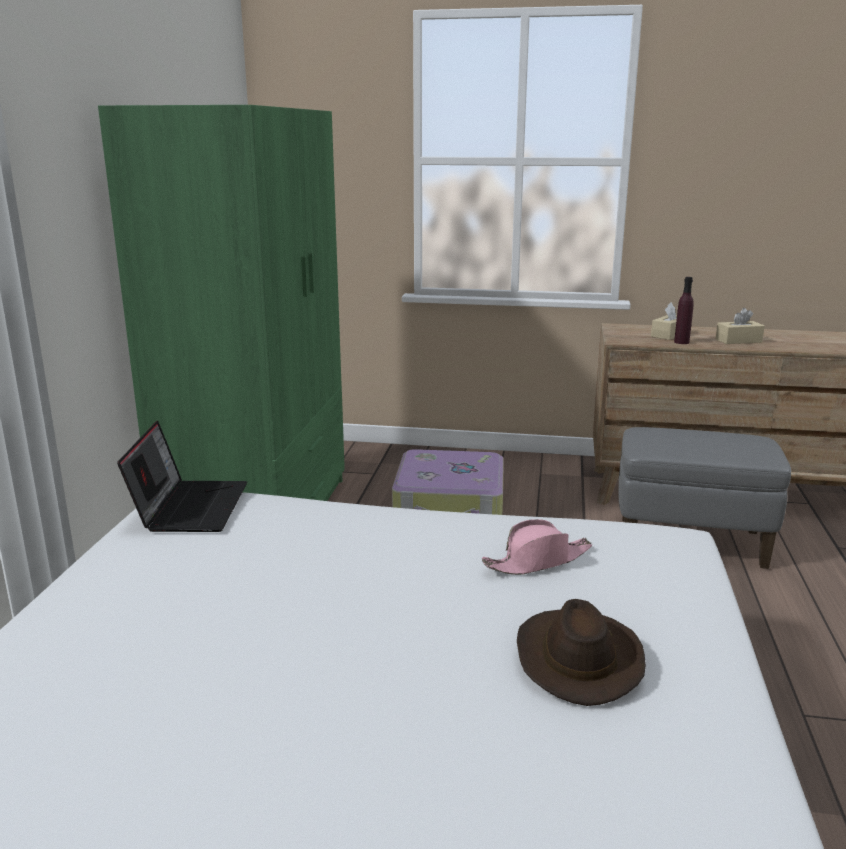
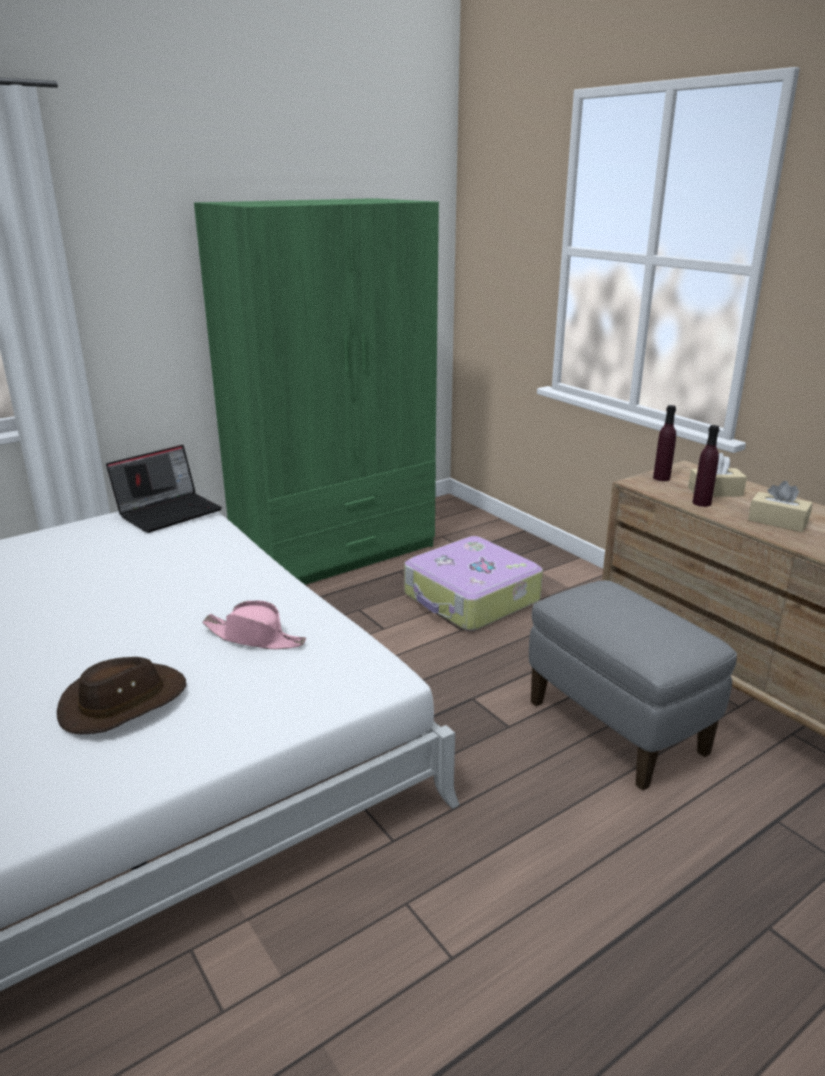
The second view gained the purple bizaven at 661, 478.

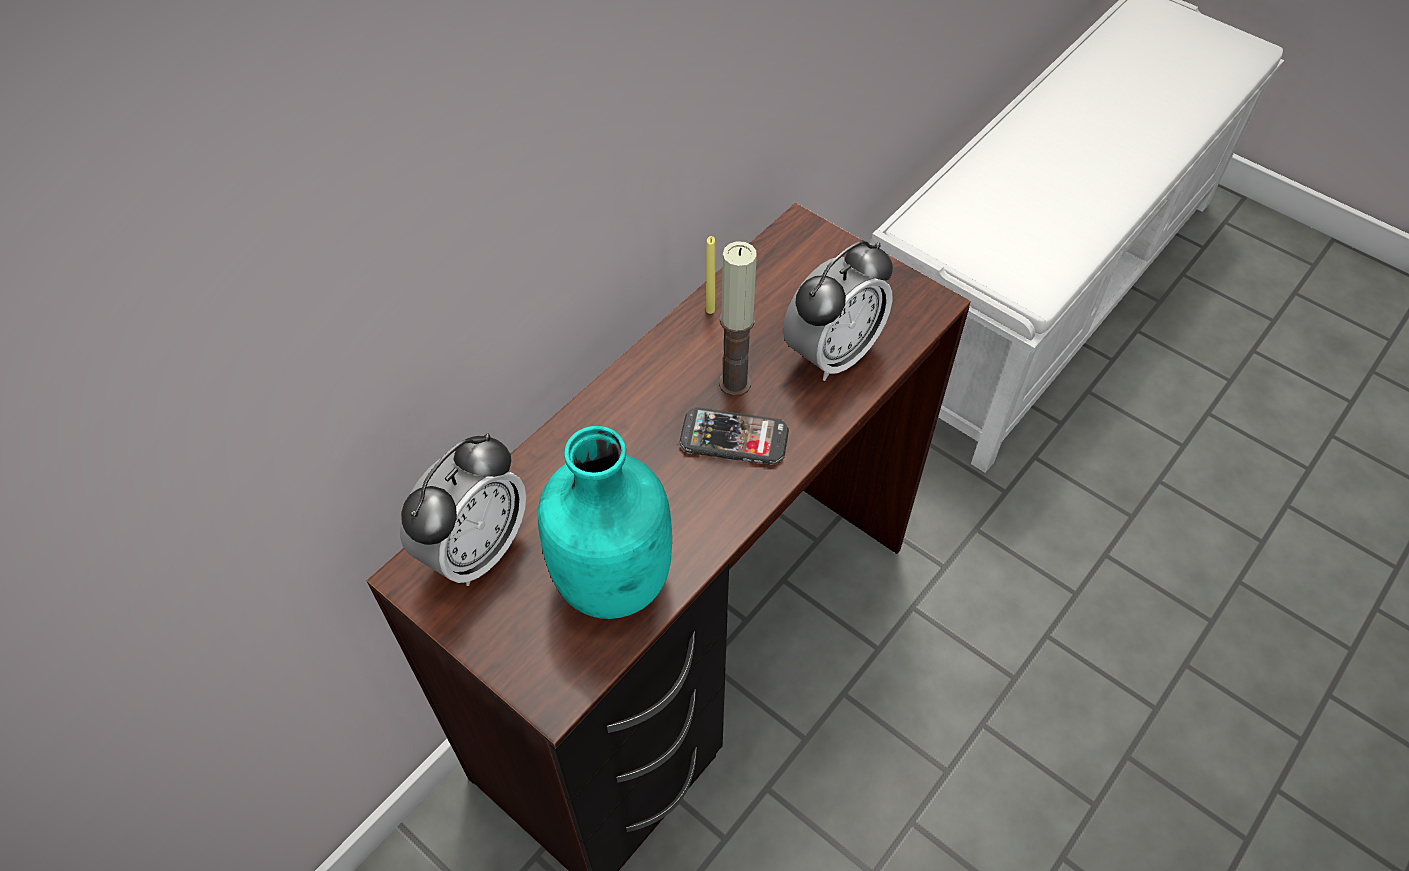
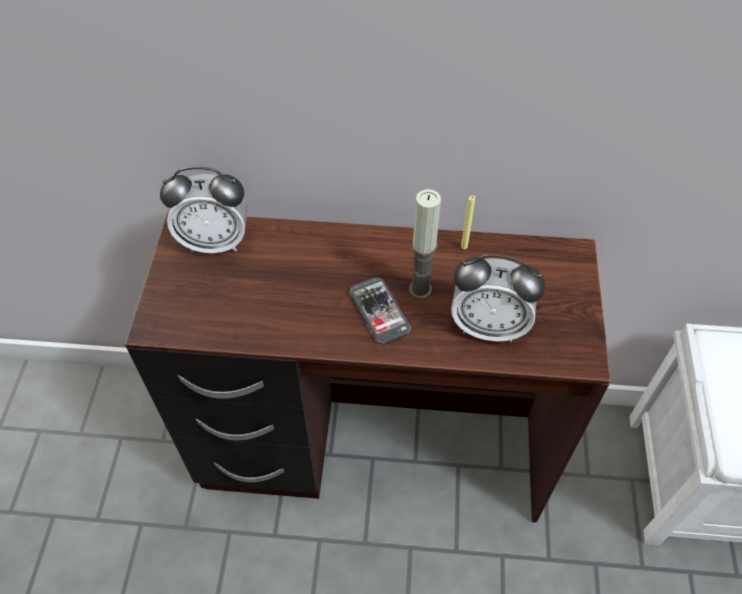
The second view lost the turquoise bizaven at 615, 579.

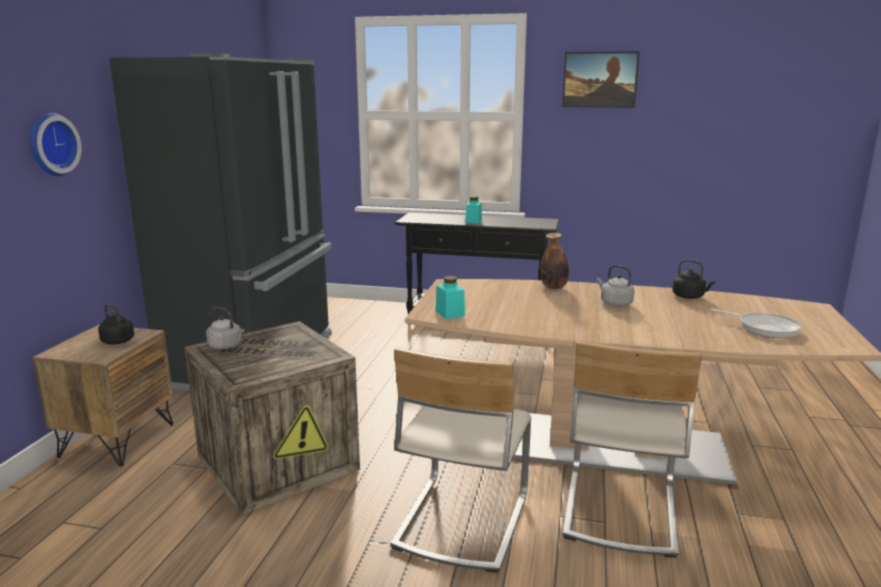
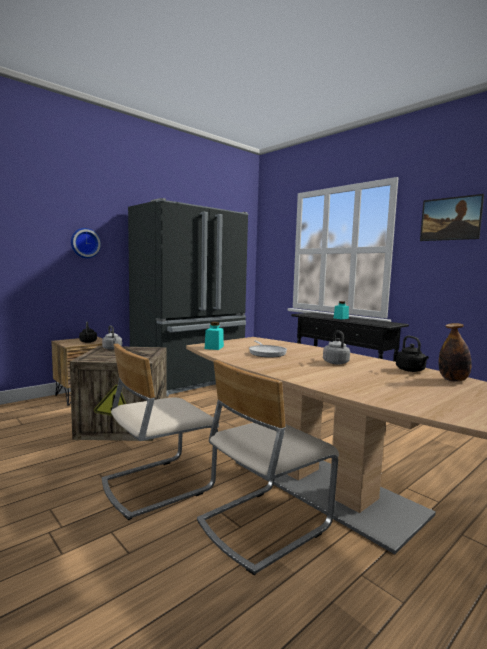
The bizaven ended up elsewhere, having gone from 554, 287 to 453, 380. The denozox ended up elsewhere, having gone from 764, 328 to 266, 353.

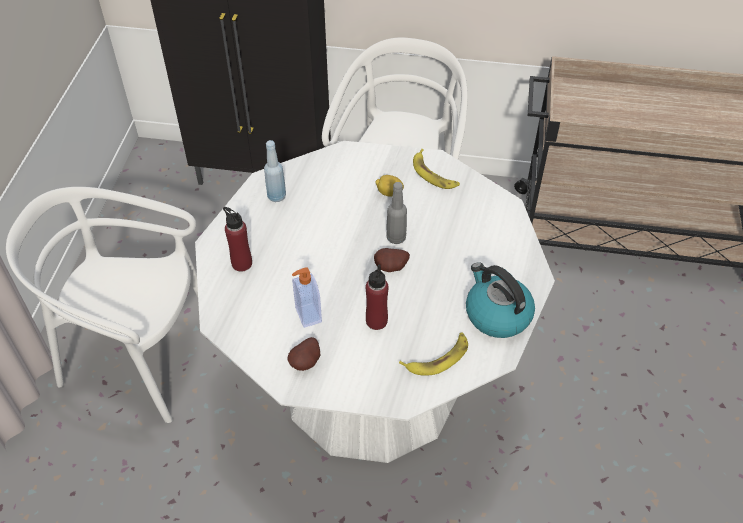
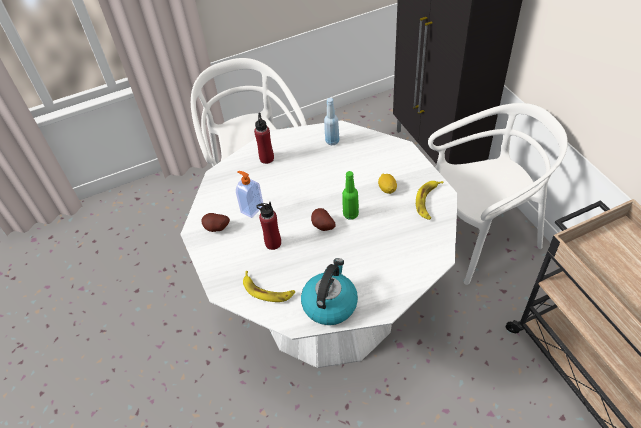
What was the grey bizaven at 396, 237 turned into the green bizaven at 351, 214.

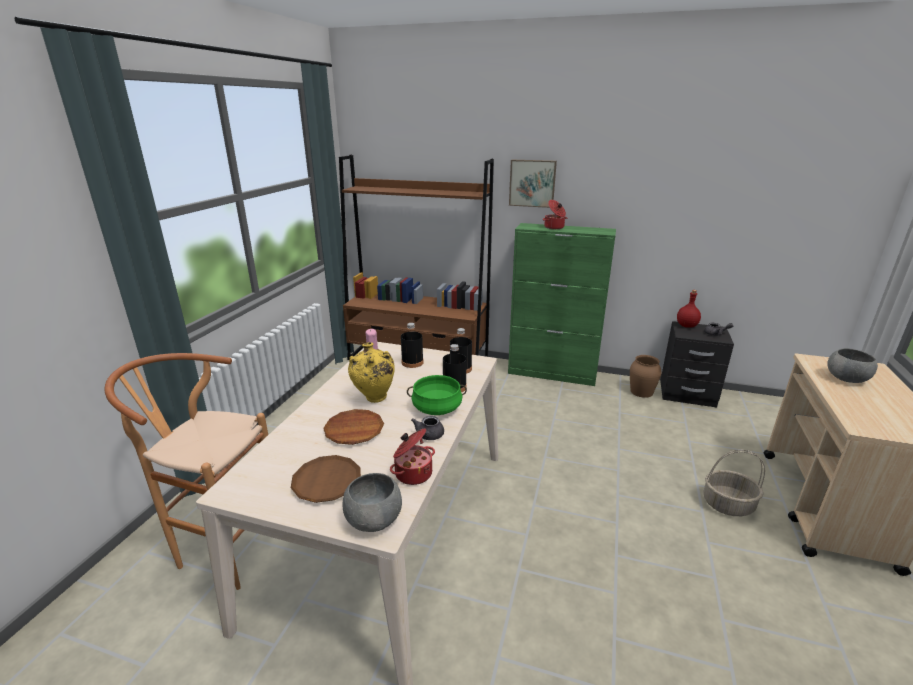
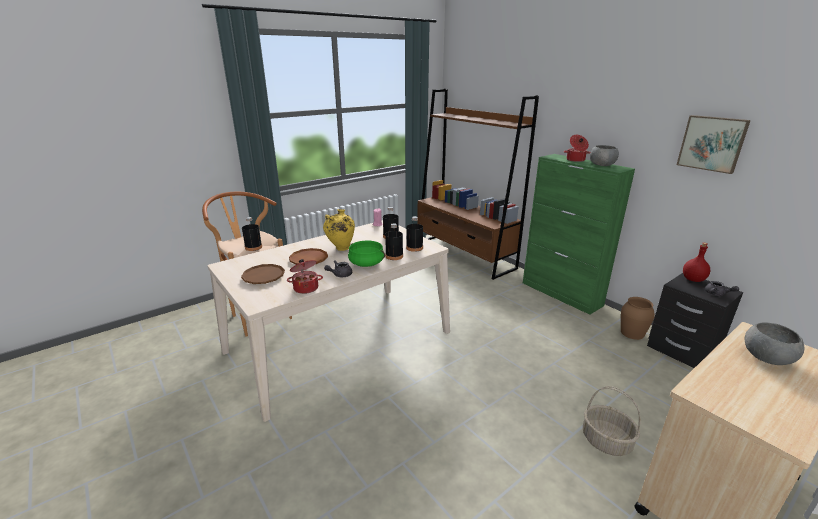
The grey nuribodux ended up elsewhere, having gone from 373, 520 to 601, 165. The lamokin ended up elsewhere, having gone from 532, 183 to 712, 143. The second view gained the black bizaven at 253, 247.

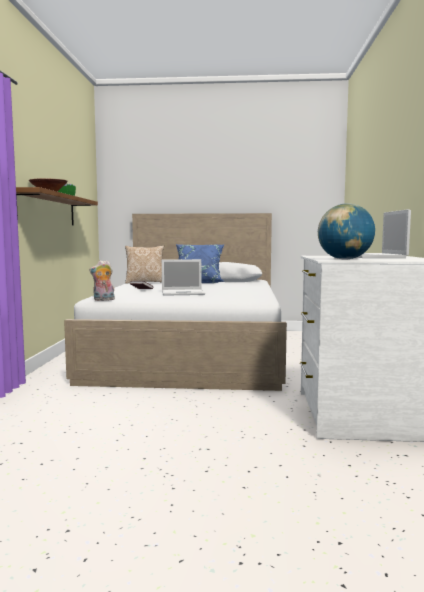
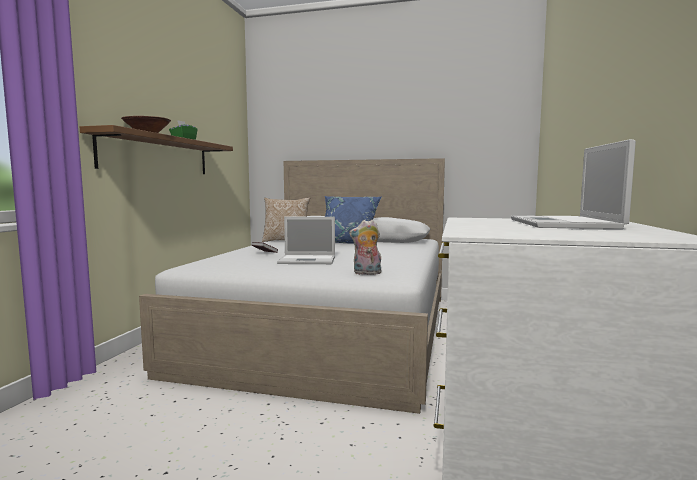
The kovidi ended up elsewhere, having gone from 103, 300 to 366, 273. The second view lost the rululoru at 344, 259.

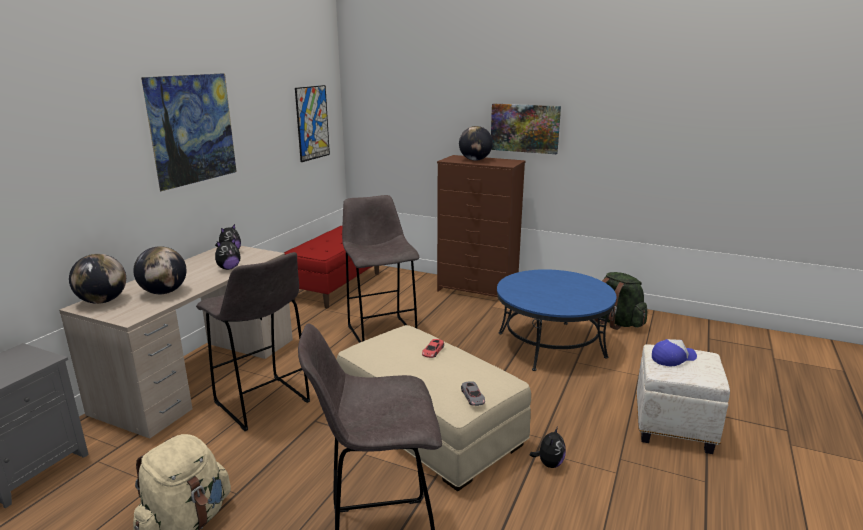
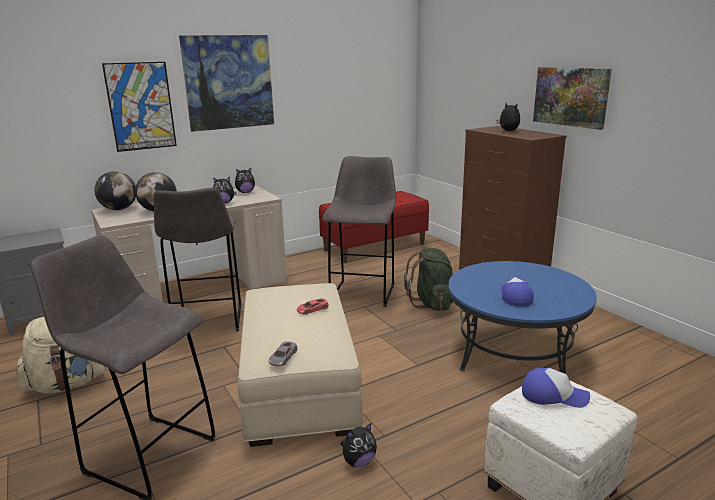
The lamokin ended up elsewhere, having gone from 312, 123 to 141, 106. Where the rululoru stood at 475, 160, the kovidi came to stand at 507, 131. The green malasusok ended up elsewhere, having gone from 616, 323 to 432, 304. The second view gained the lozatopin at 515, 297.

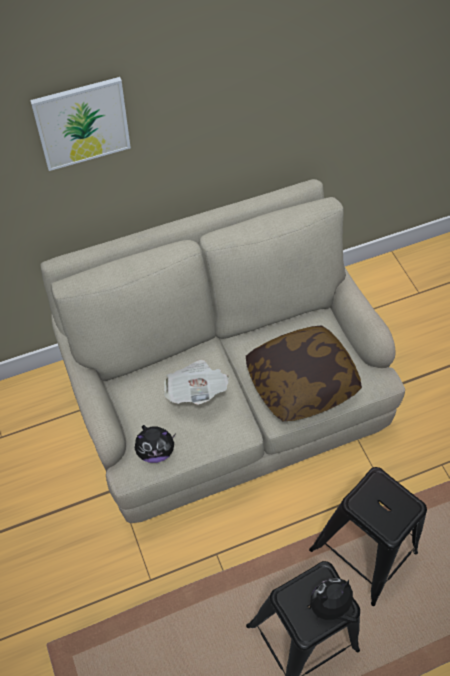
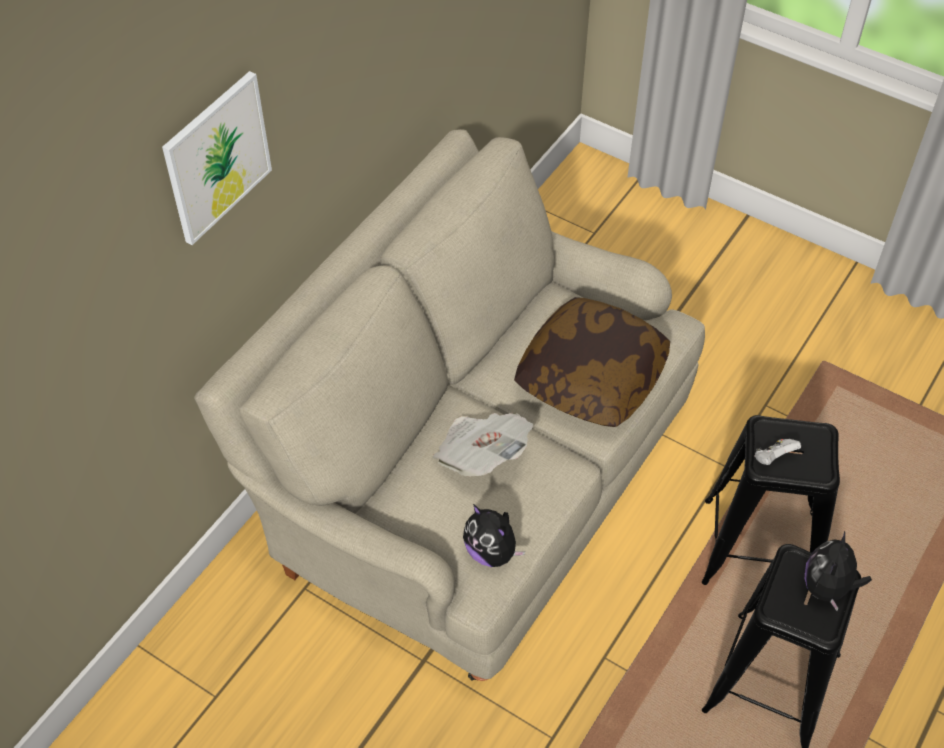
The kovidi at 155, 451 ended up facing another way, 90 degrees clockwise from before. The second view gained the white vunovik at 773, 458.

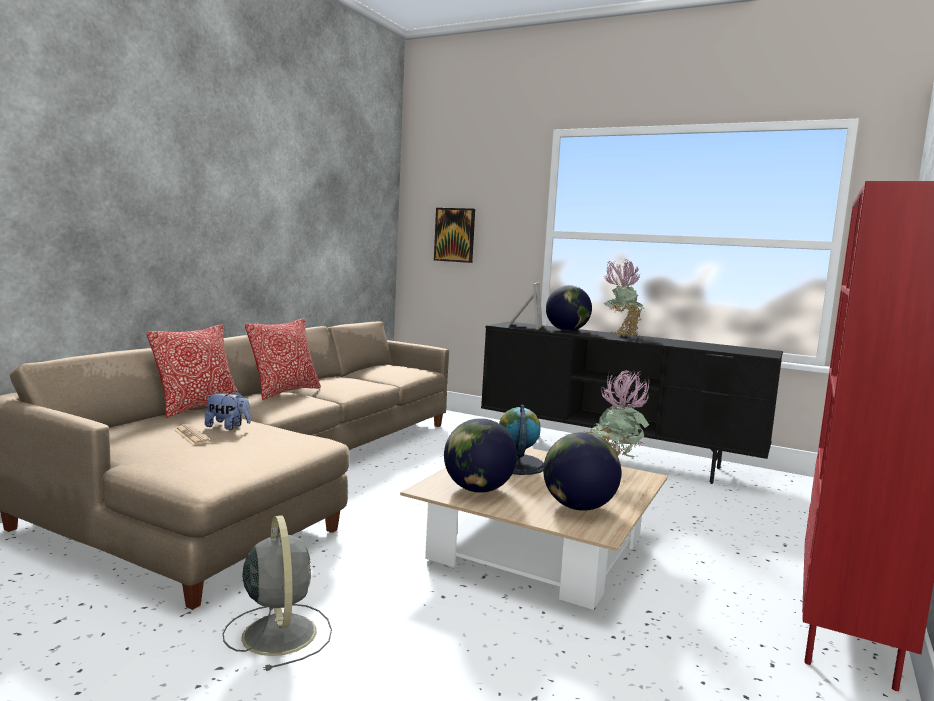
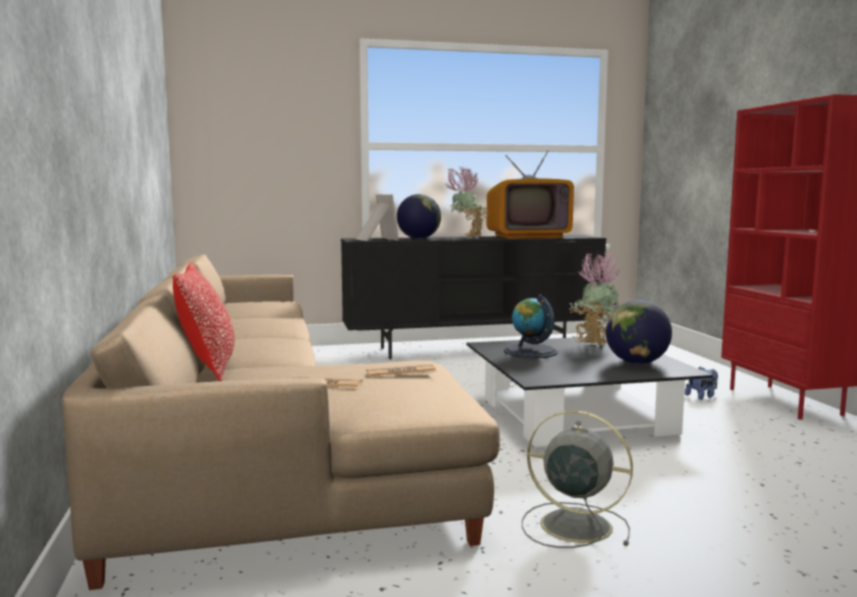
The kovidi ended up elsewhere, having gone from 227, 427 to 702, 396. The second view lost the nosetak at 284, 392. What was the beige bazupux at 537, 548 turned into the black bazupux at 574, 416. The second view lost the lamokin at 454, 235. The second view lost the rululoru at 477, 489. The second view gained the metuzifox at 401, 372. The second view gained the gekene at 528, 236.

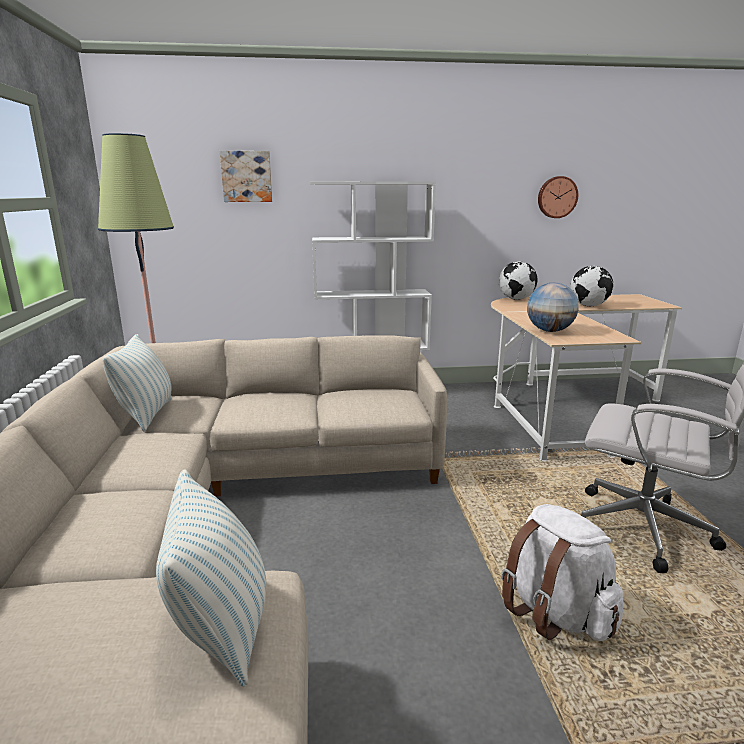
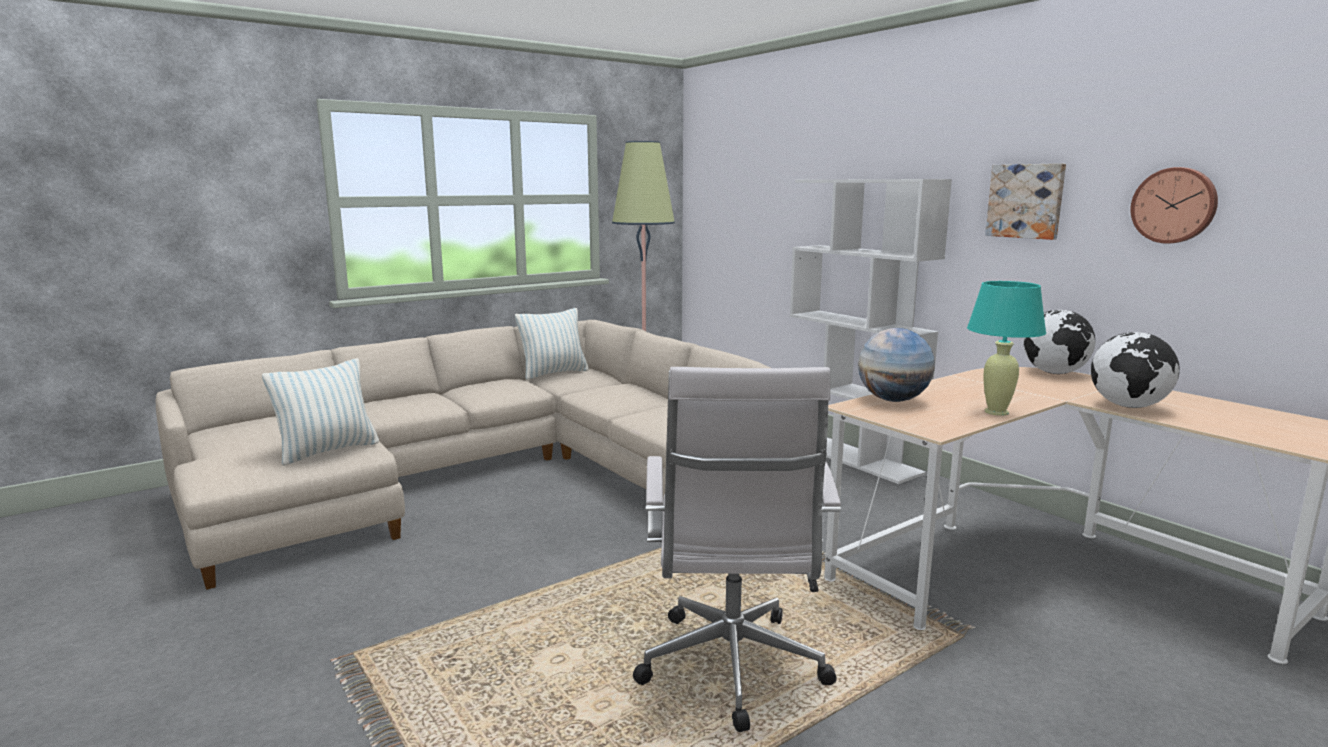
The lamokin ended up elsewhere, having gone from 246, 176 to 1026, 201. The second view lost the white malasusok at 554, 612. The second view gained the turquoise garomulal at 996, 412.

